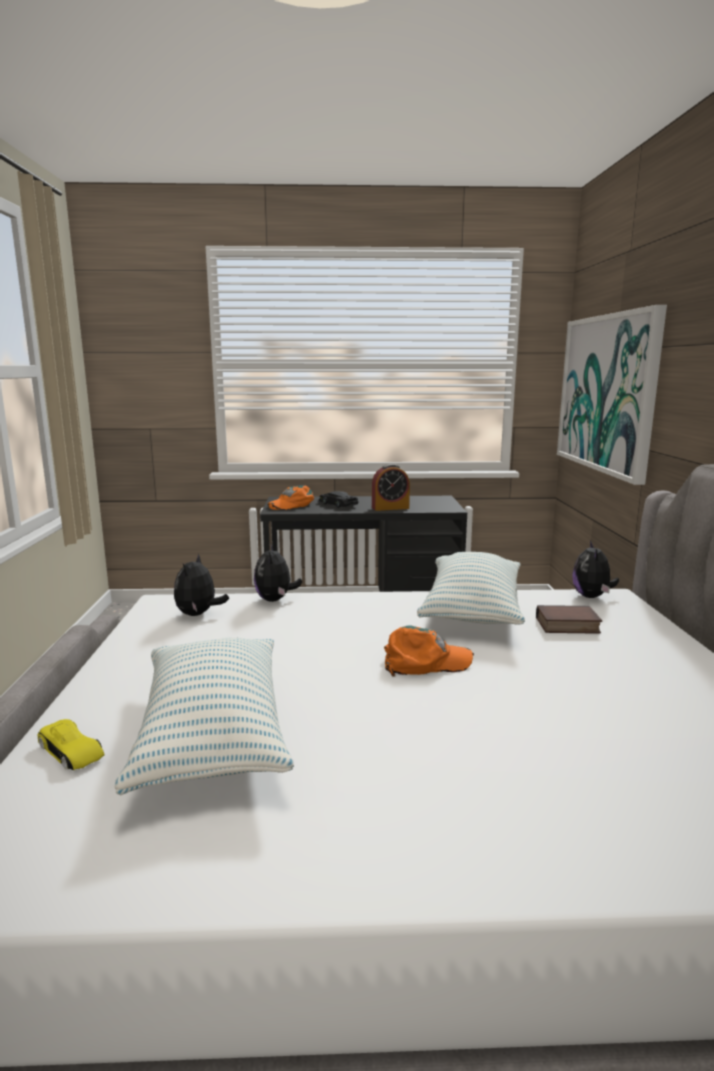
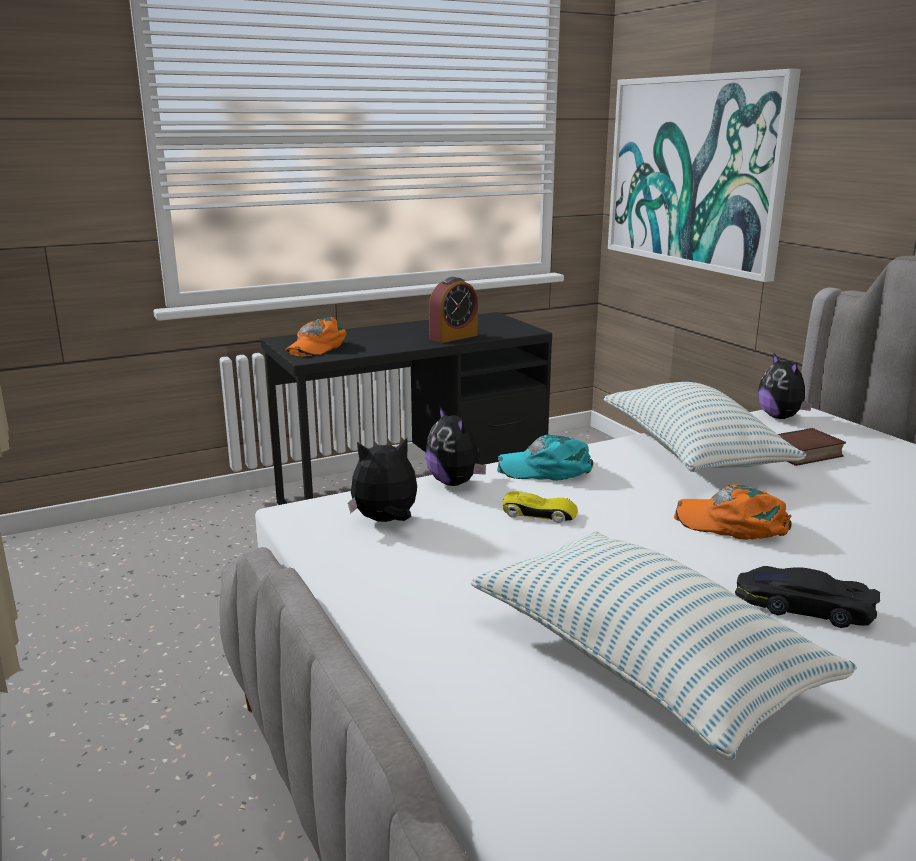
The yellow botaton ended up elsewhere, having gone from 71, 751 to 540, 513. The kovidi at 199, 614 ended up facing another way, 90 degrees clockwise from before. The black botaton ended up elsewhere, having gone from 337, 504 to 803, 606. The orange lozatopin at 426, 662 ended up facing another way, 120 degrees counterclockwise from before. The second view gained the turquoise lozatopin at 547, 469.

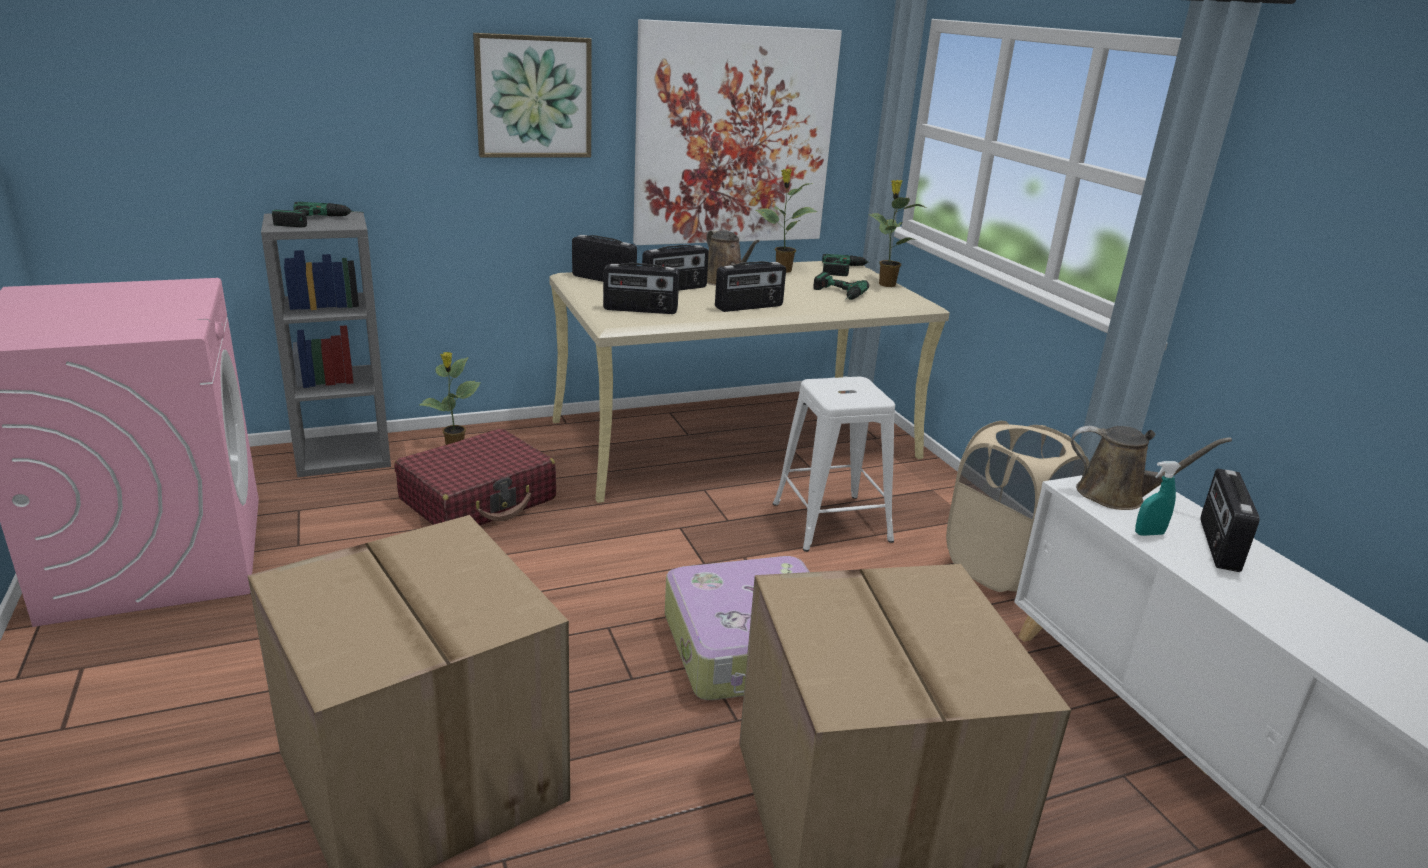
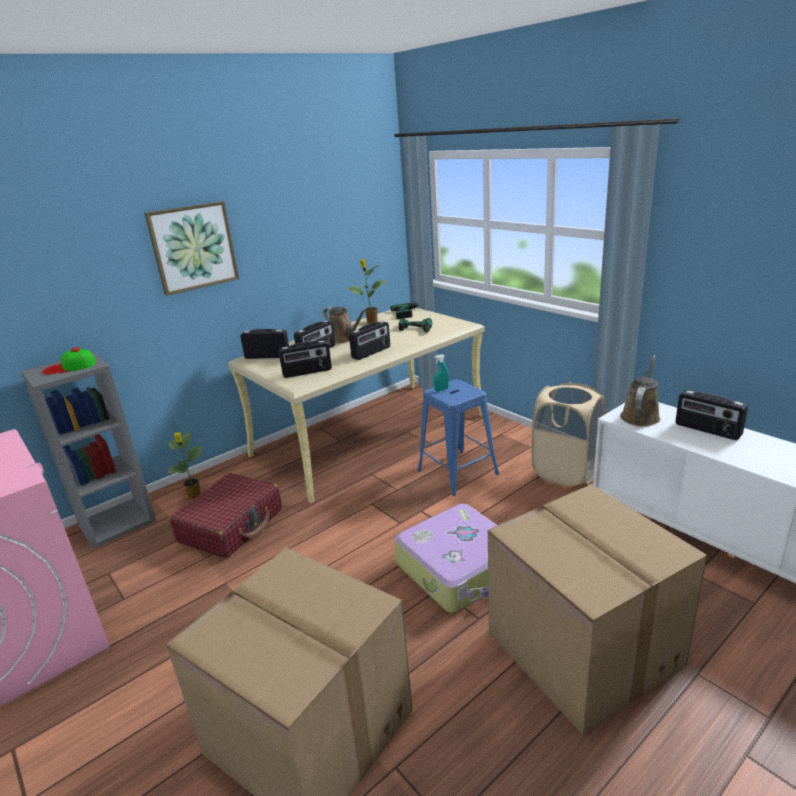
Where the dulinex stood at 320, 221, the lozatopin came to stand at 69, 367. The second view lost the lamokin at 734, 137. What was the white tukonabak at 831, 522 turned into the blue tukonabak at 457, 472. The second view lost the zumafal at 886, 284. The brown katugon at 1117, 495 ended up facing another way, 60 degrees counterclockwise from before. The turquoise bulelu ended up elsewhere, having gone from 1149, 533 to 441, 390. The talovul at 1217, 545 ended up facing another way, 45 degrees counterclockwise from before.

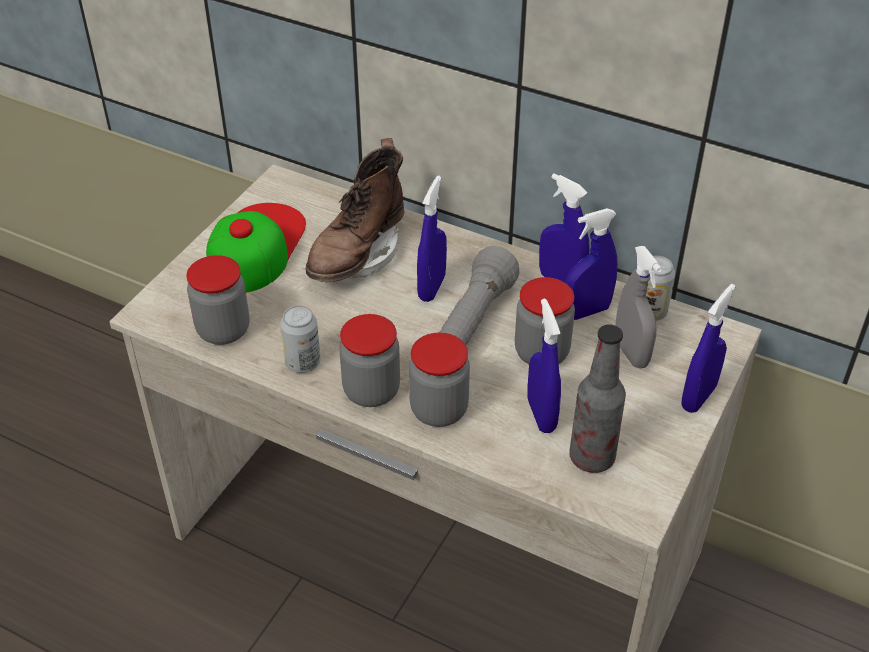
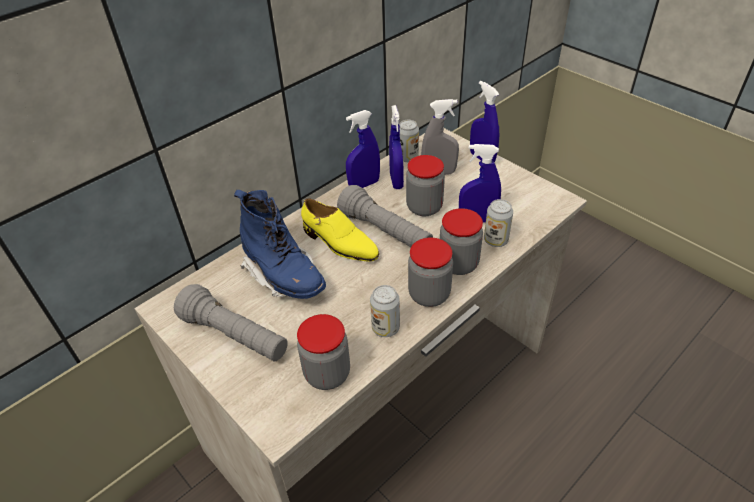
Where the lozatopin stood at 255, 246, the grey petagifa came to stand at 235, 336. What was the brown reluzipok at 357, 255 turned into the blue reluzipok at 284, 275. Where the blue bulelu stood at 432, 287, the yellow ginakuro came to stand at 339, 243. The second view lost the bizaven at 592, 458. The second view gained the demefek at 496, 240.

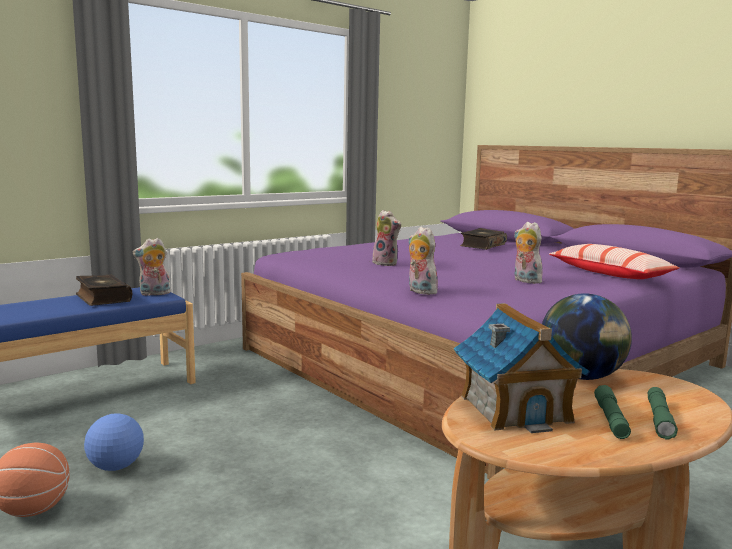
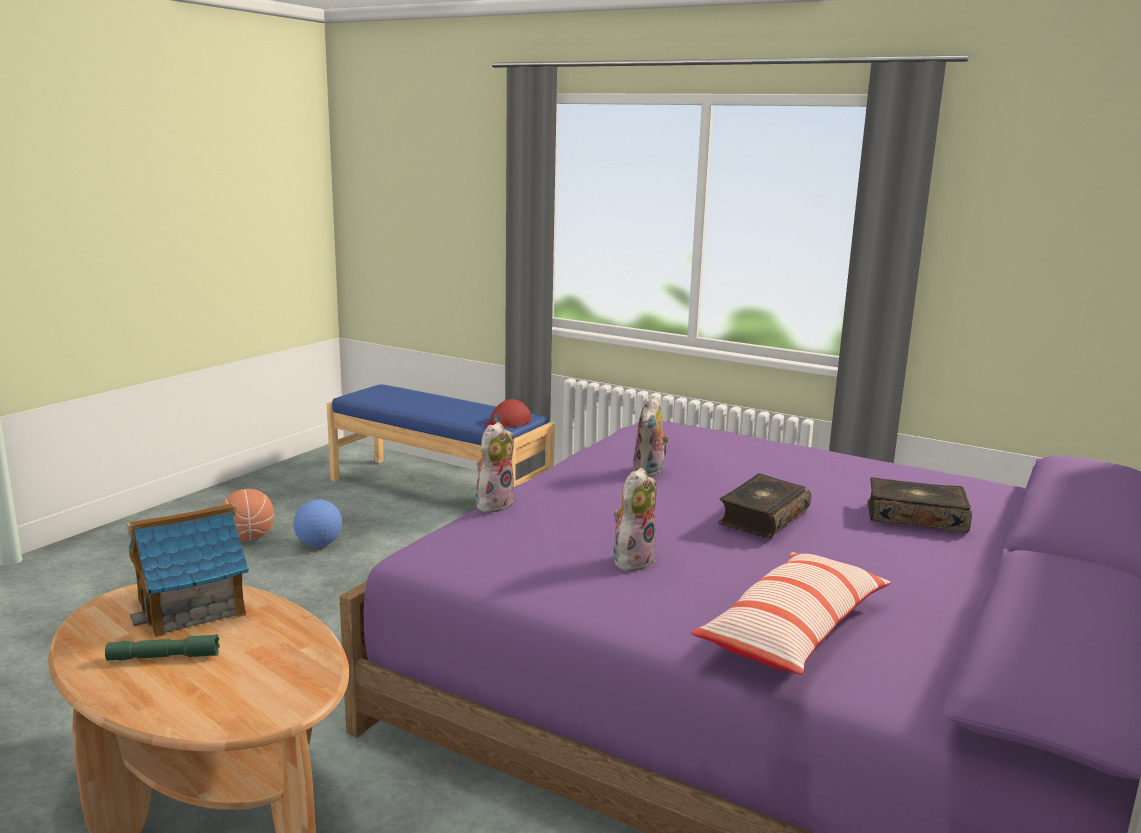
The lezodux ended up elsewhere, having gone from 102, 298 to 762, 518. Where the kovidi stood at 154, 294, the red lozatopin came to stand at 507, 422. The second view lost the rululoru at 581, 377. The second view lost the green petagifa at 659, 419.

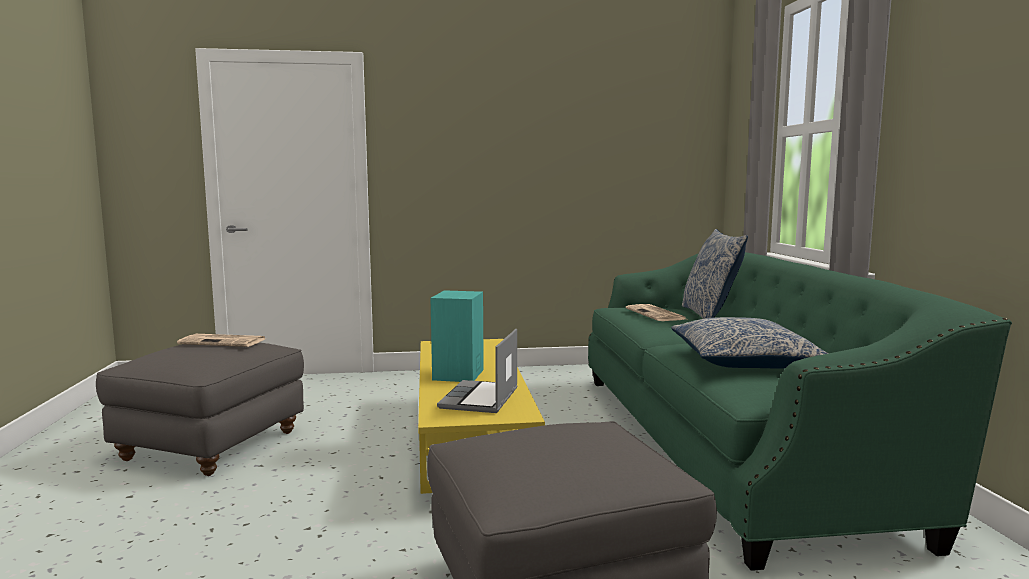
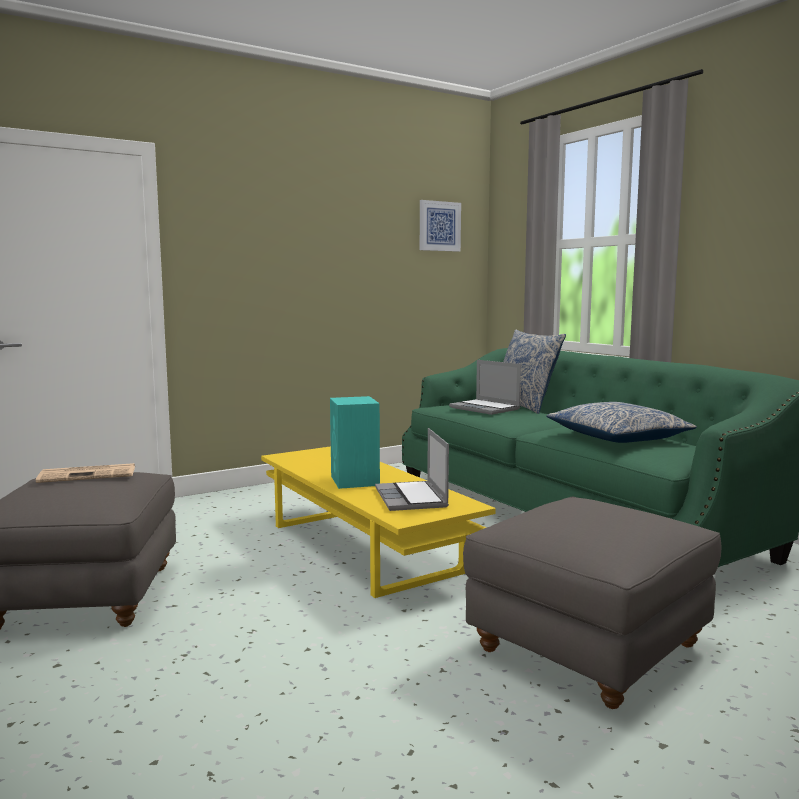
Where the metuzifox stood at 656, 314, the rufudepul came to stand at 485, 408. The second view gained the lamokin at 439, 226.

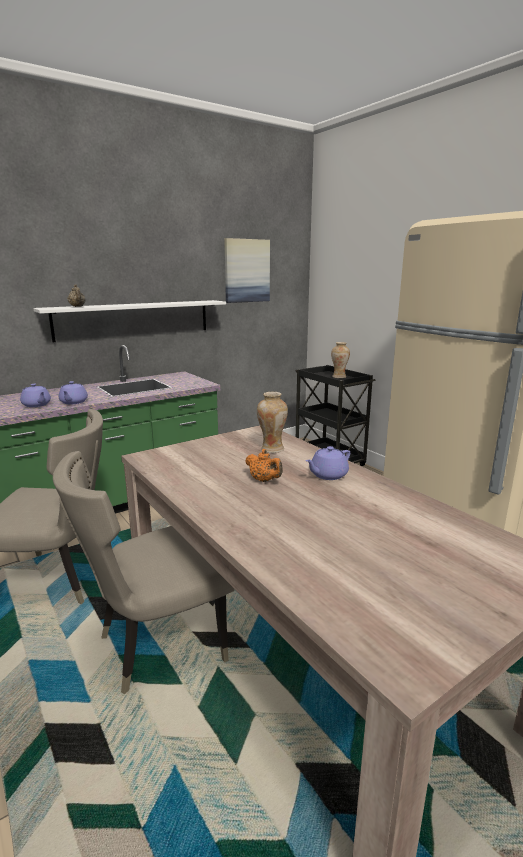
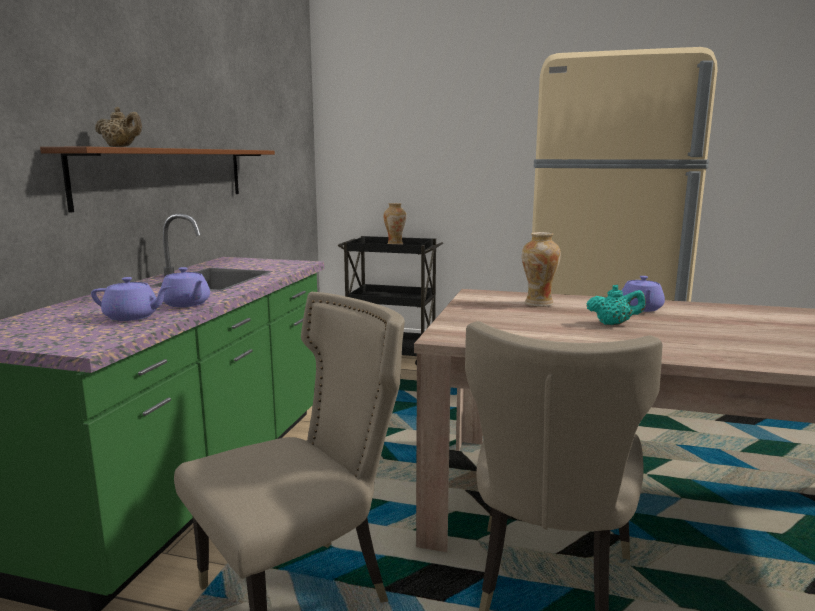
What was the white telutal at 134, 319 turned into the brown telutal at 167, 175. The second view lost the lamokin at 246, 271. What was the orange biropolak at 264, 480 turned into the turquoise biropolak at 614, 324.

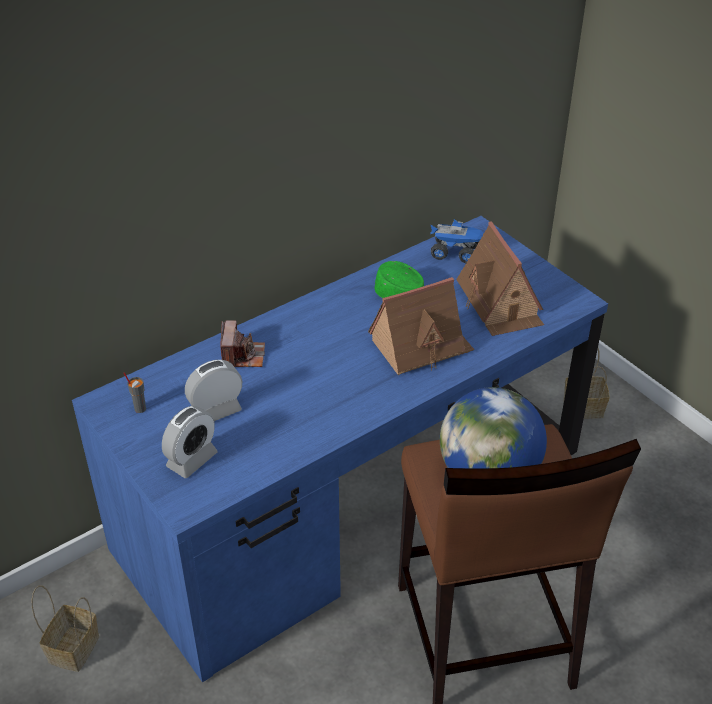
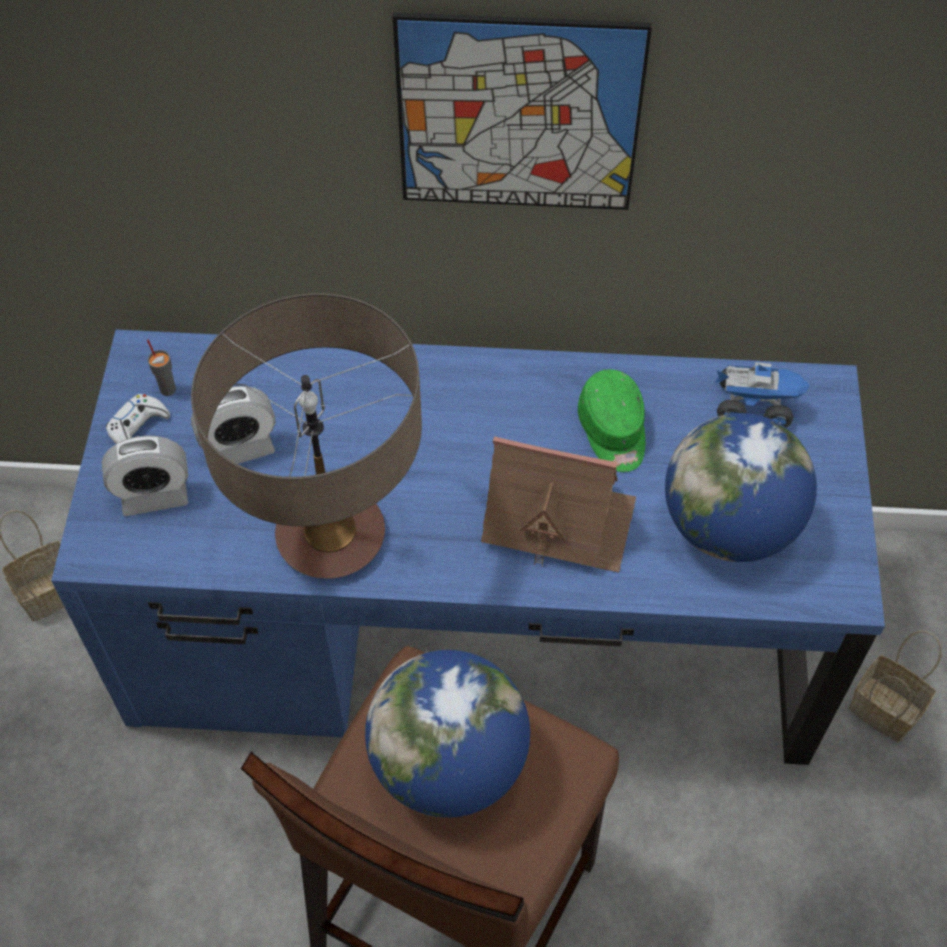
The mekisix at 216, 411 ended up facing another way, 150 degrees clockwise from before. The second view lost the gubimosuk at 242, 356. The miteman at 455, 253 ended up facing another way, 45 degrees counterclockwise from before. Where the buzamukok stood at 500, 304, the rululoru came to stand at 729, 525. The second view gained the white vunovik at 138, 428. The second view gained the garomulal at 331, 537. The second view gained the lamokin at 518, 115.

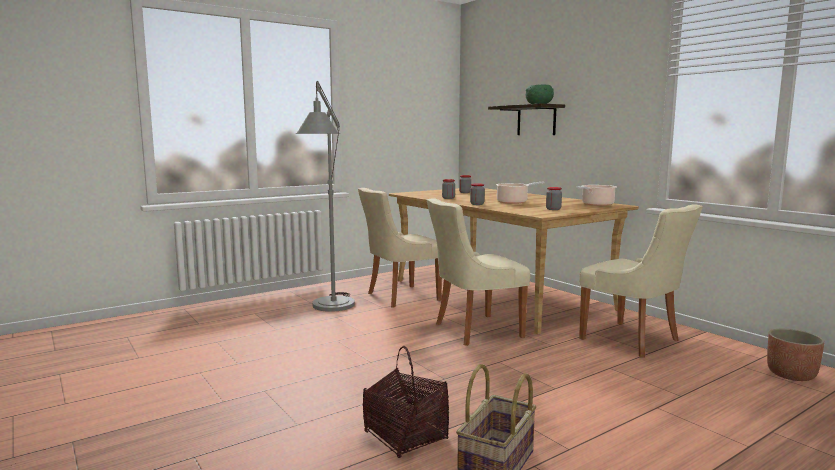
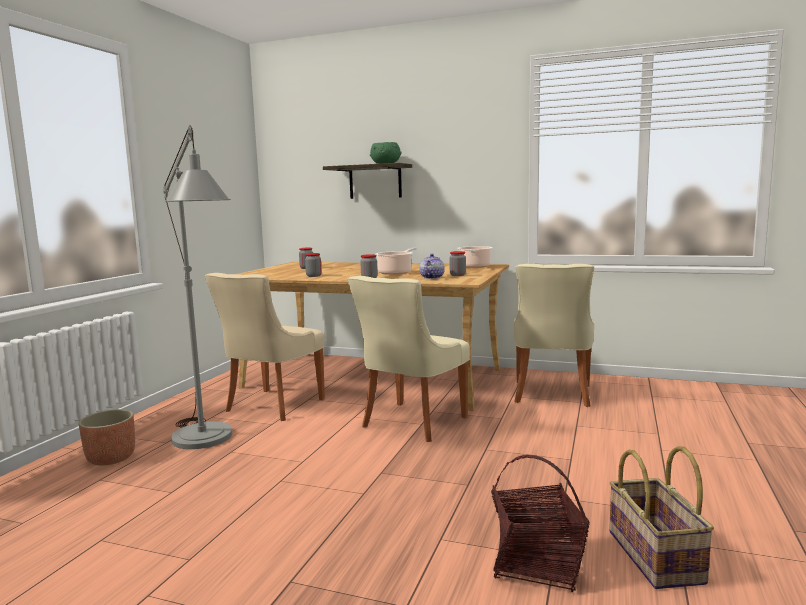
The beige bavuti at 633, 340 ended up facing another way, 90 degrees clockwise from before. The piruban ended up elsewhere, having gone from 791, 375 to 111, 458. The second view gained the biropolak at 431, 277.

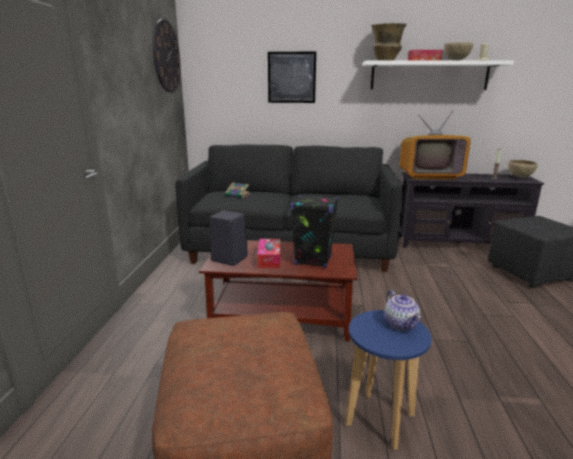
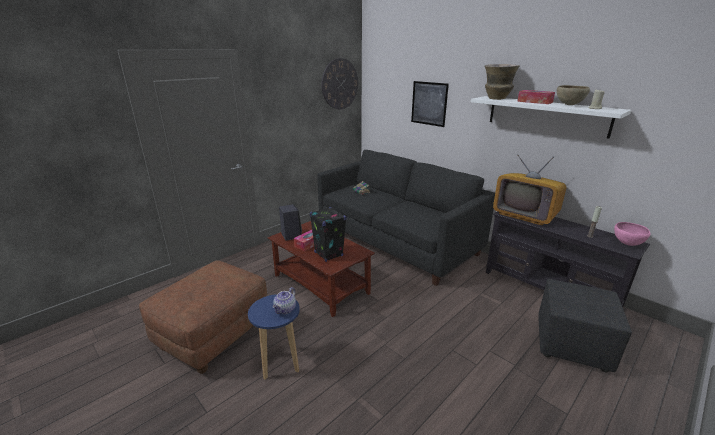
What was the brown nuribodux at 520, 177 turned into the pink nuribodux at 627, 244.

